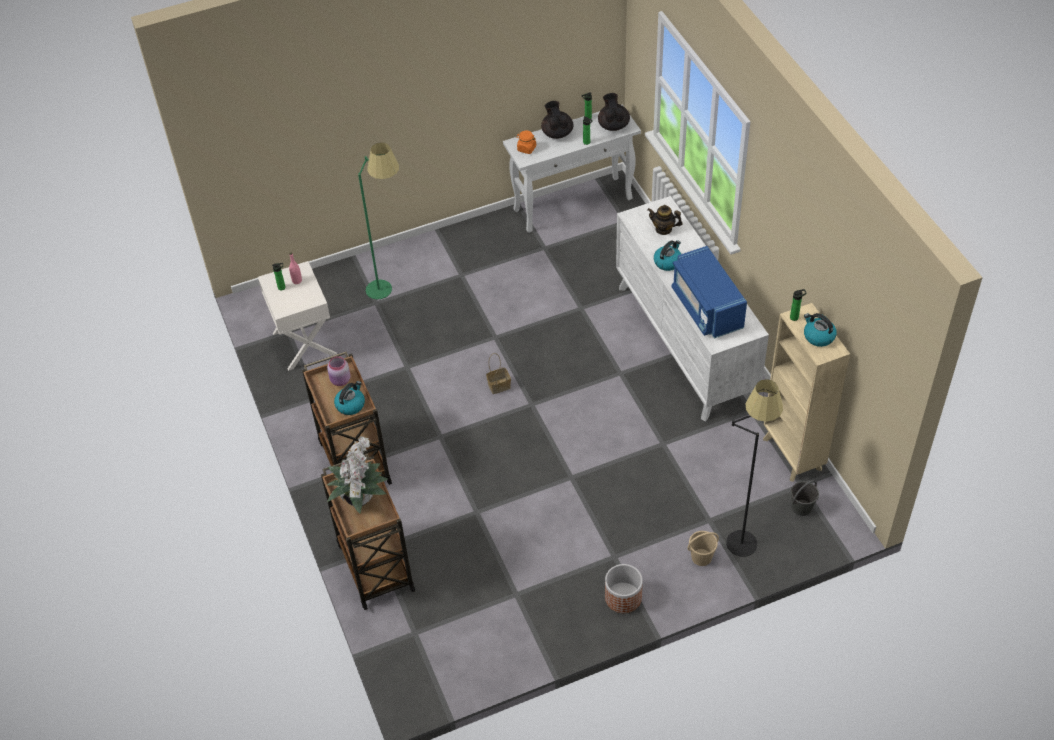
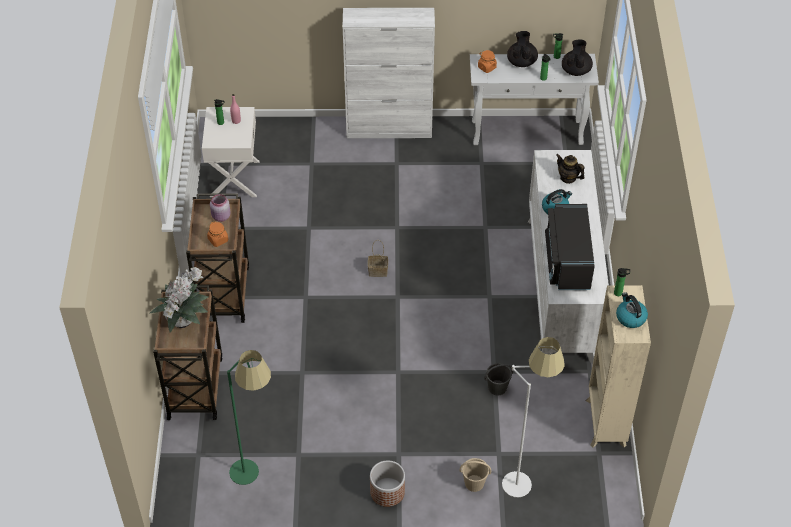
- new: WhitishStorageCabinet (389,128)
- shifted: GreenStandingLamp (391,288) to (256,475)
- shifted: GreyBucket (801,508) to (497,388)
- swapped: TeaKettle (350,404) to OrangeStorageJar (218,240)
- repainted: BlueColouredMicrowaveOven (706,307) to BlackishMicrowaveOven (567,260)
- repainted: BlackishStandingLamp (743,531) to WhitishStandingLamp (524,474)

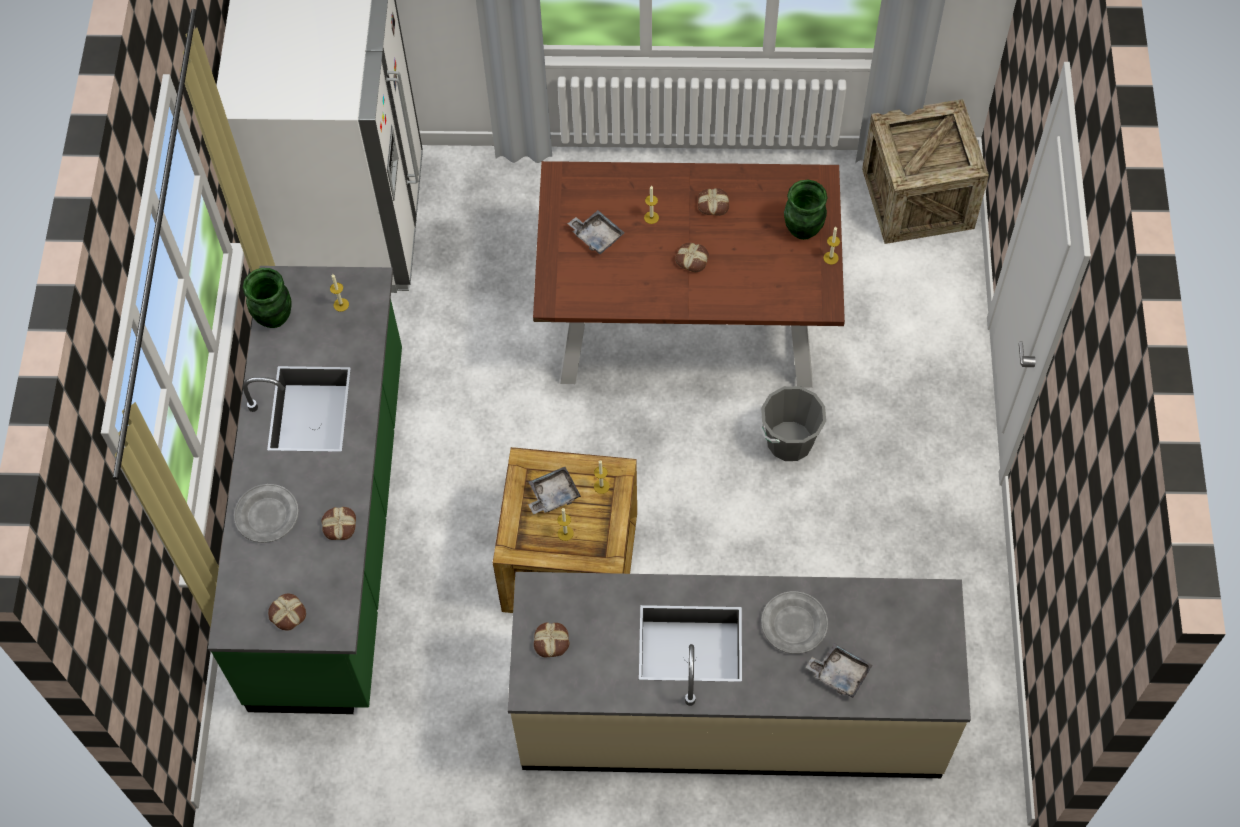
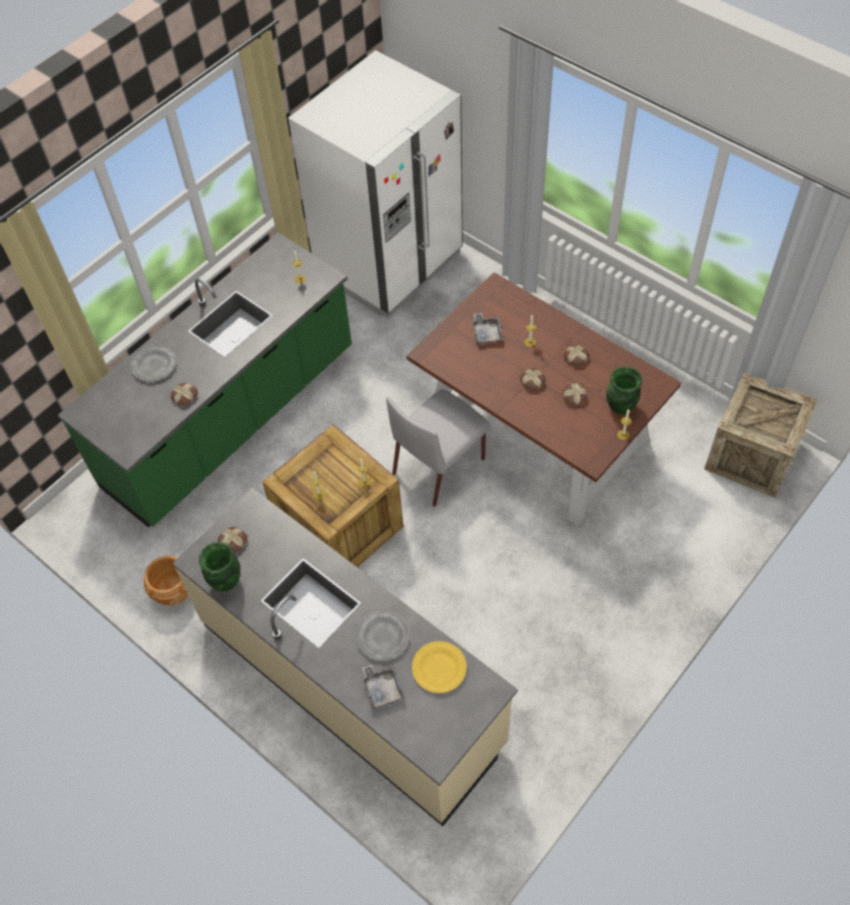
- gone: GreyCarryingTray (553,495)
- gone: GreyBucket (789,441)
- new: BrownColouredFlowerPot (173,591)
- new: GreyChair (439,465)
- new: YellowFlatDish (438,668)
- shifted: GreenVase (273,318) to (225,581)
- shifted: BakeryBread (287,614) to (574,396)

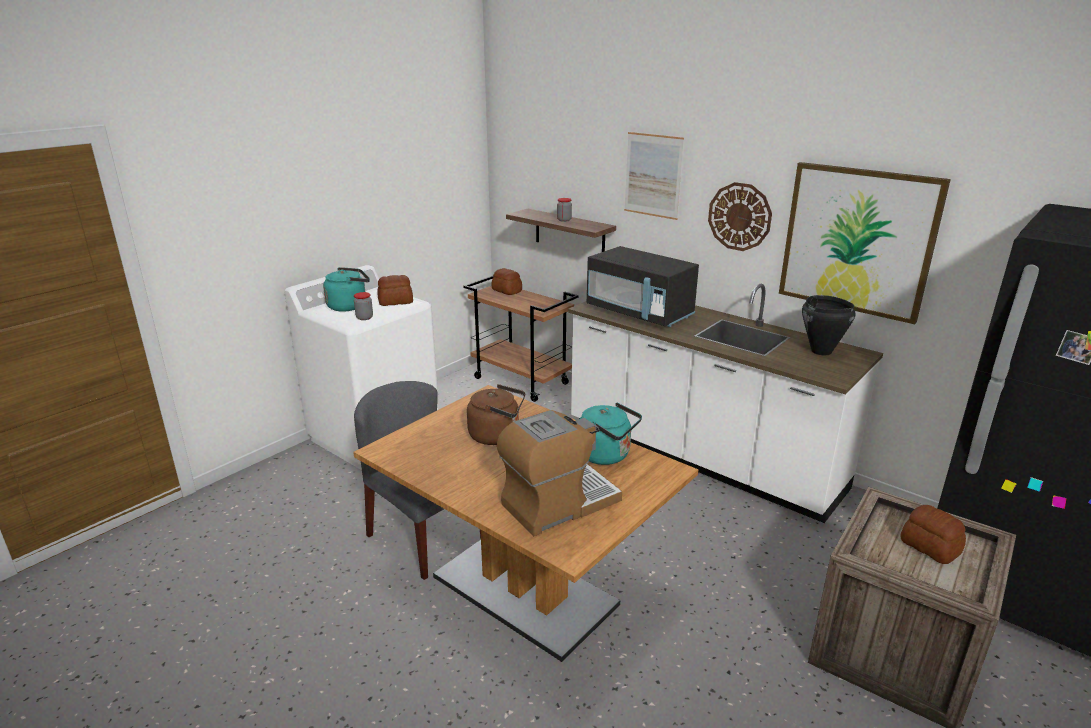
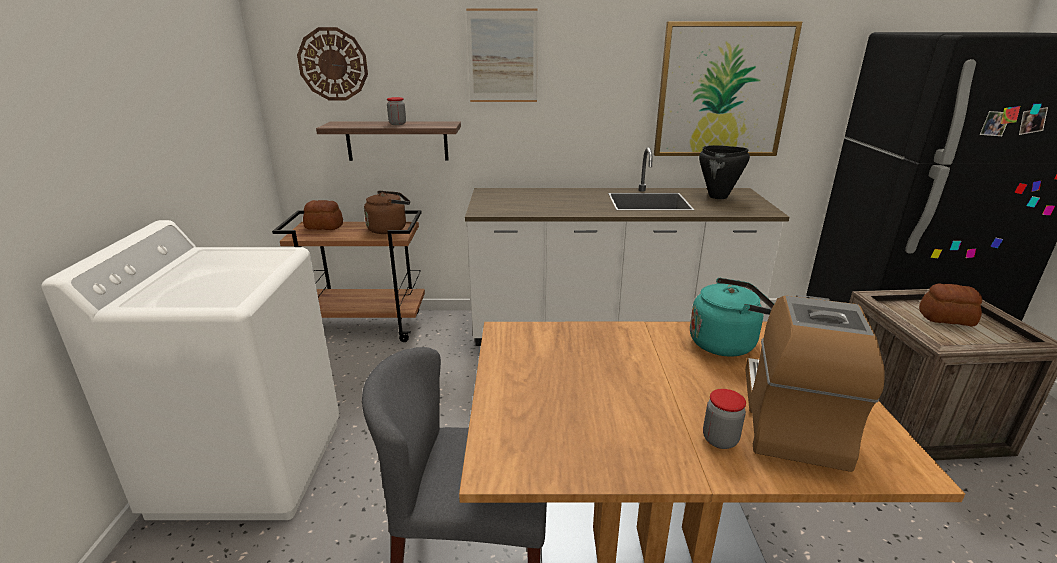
- gone: TurquoiseTeaKettle (349,306)
- gone: BakeryBread (395,301)
- gone: BlackishMicrowaveOven (639,313)
- shifted: StorageJar (364,318) to (720,440)
- shifted: BrownColouredTeaKettle (497,435) to (389,229)
- shifted: HangingClock (739,216) to (333,64)

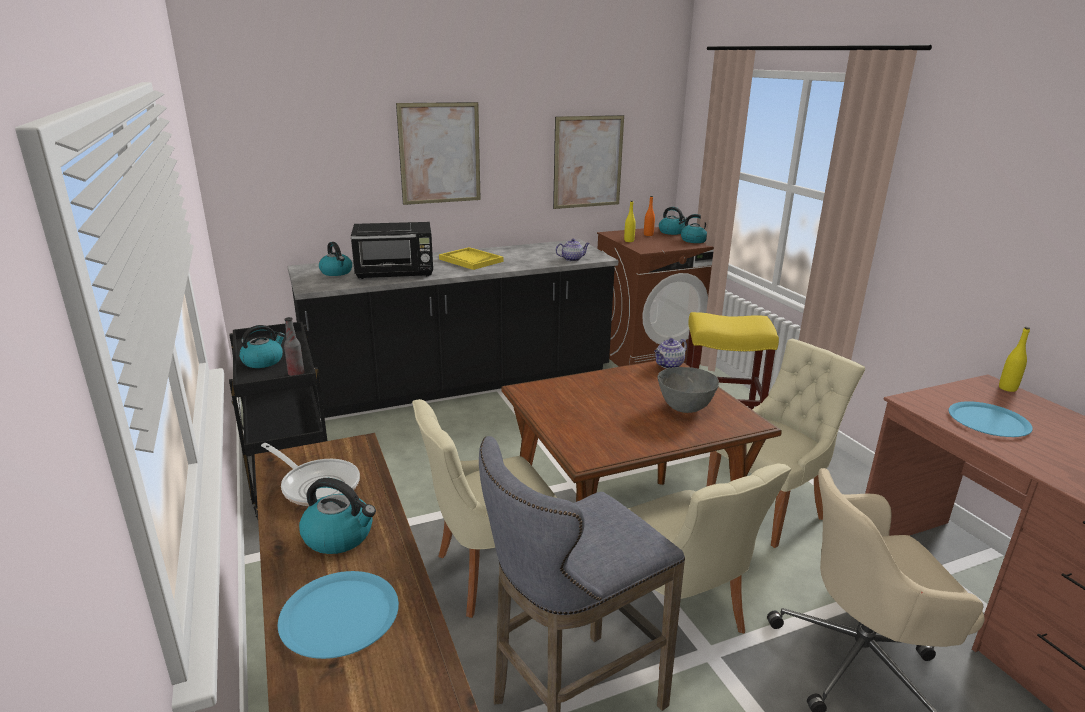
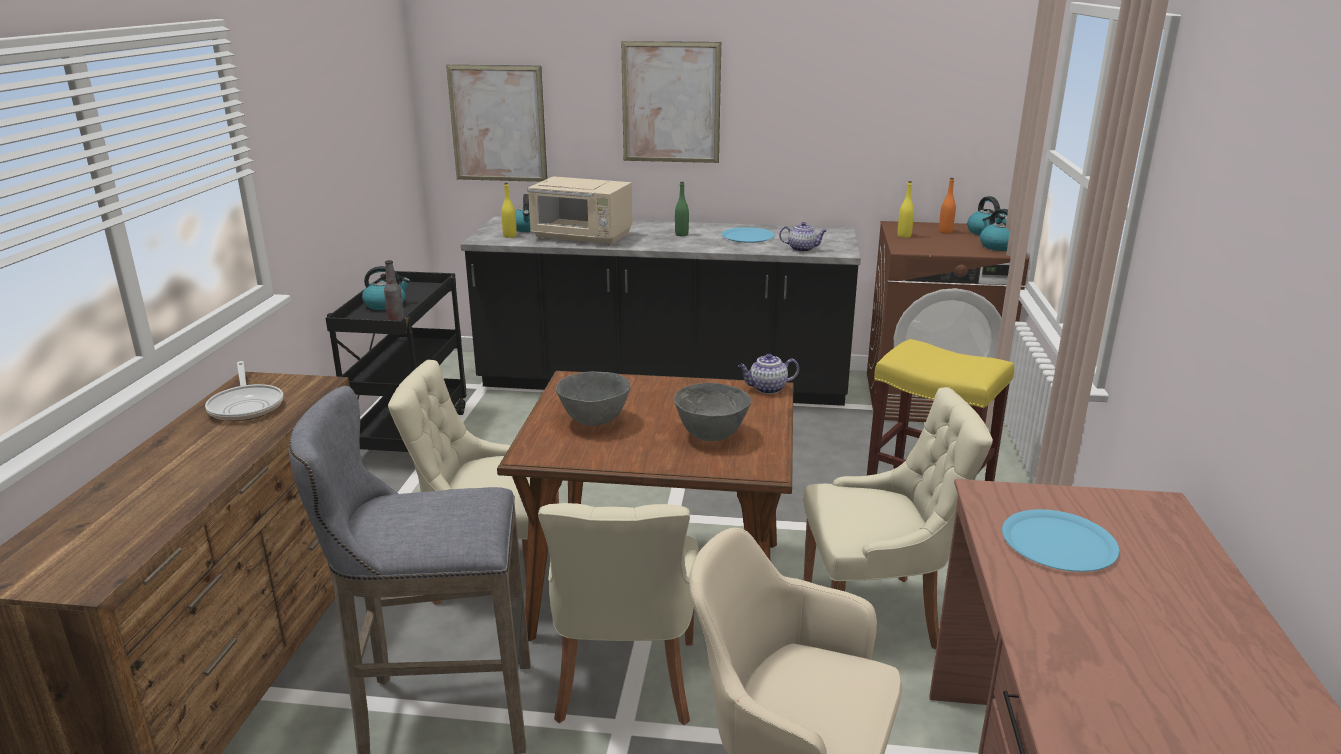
- gone: TeaKettle (339,536)
- new: GreyServingBowl (594,421)
- shifted: BlueColouredFlatDish (339,615) to (747,236)
- shifted: WallArt (588,162) to (498,124)
- shifted: YellowBeverageBottle (1007,388) to (510,236)
- swapped: YellowCarryingTray (470,260) to GreenBeverageBottle (681,234)
- repainted: BlackishMicrowaveOven (396,273) to BeigeMicrowaveOven (583,237)

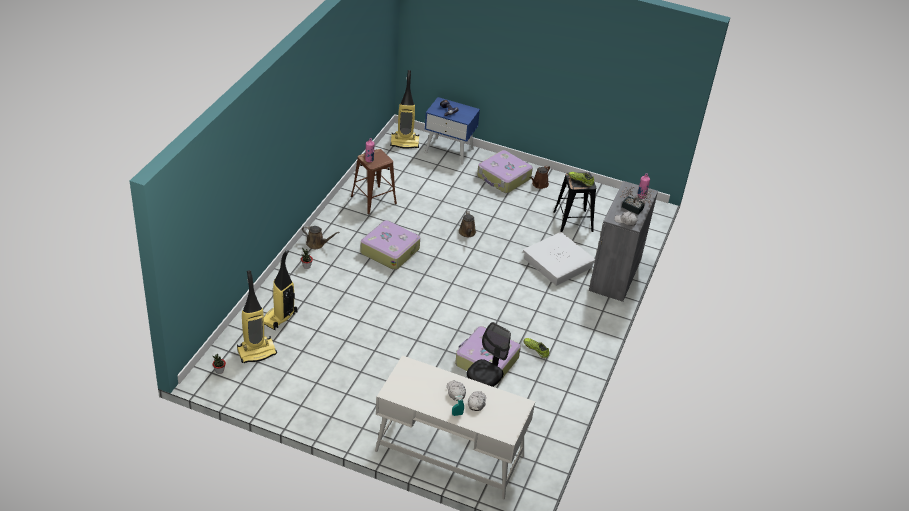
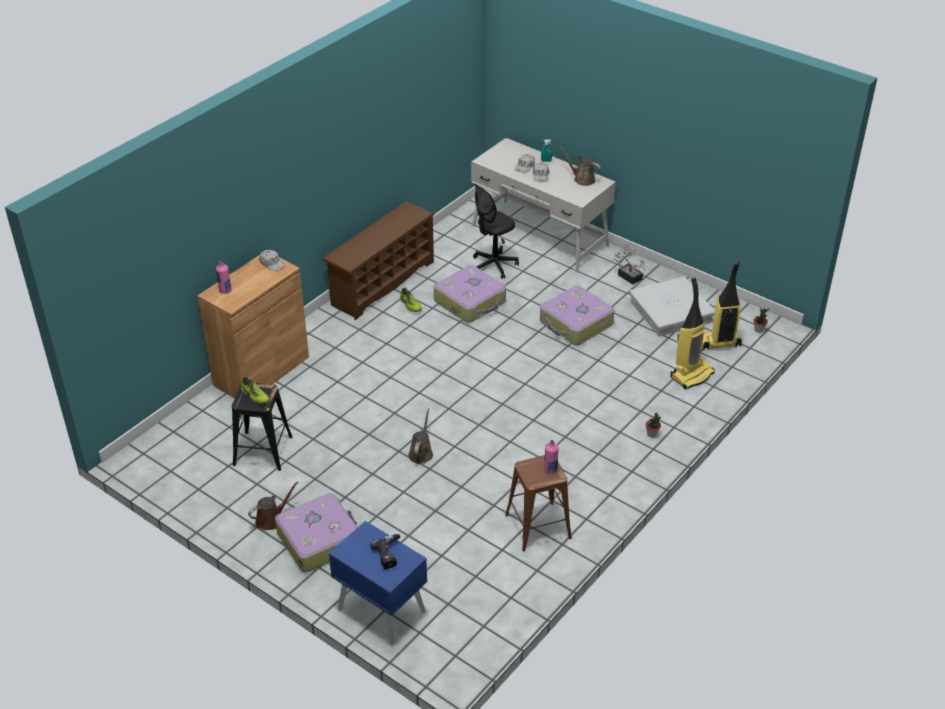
- gone: VacuumCleaner (405,142)
- new: BrownColouredShoeStand (382,283)
- shifted: BrownColouredWateringPot (317,244) to (582,179)
- shifted: PieceOfLuggage (390,250) to (576,324)
- shifted: WhitishStorageContainer (557,263) to (670,312)
- shifted: PottedPlant (634,209) to (628,275)
- repainted: GreyStorageCabinet (615,274) to BrownColouredStorageCabinet (261,371)

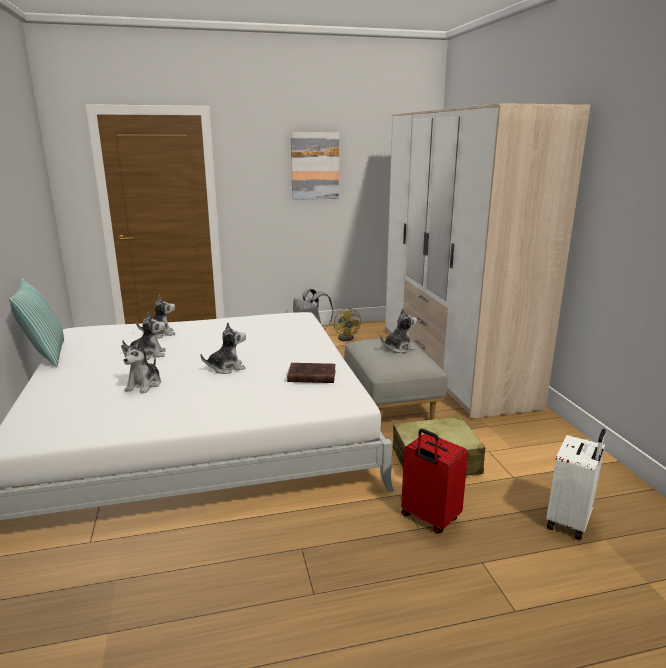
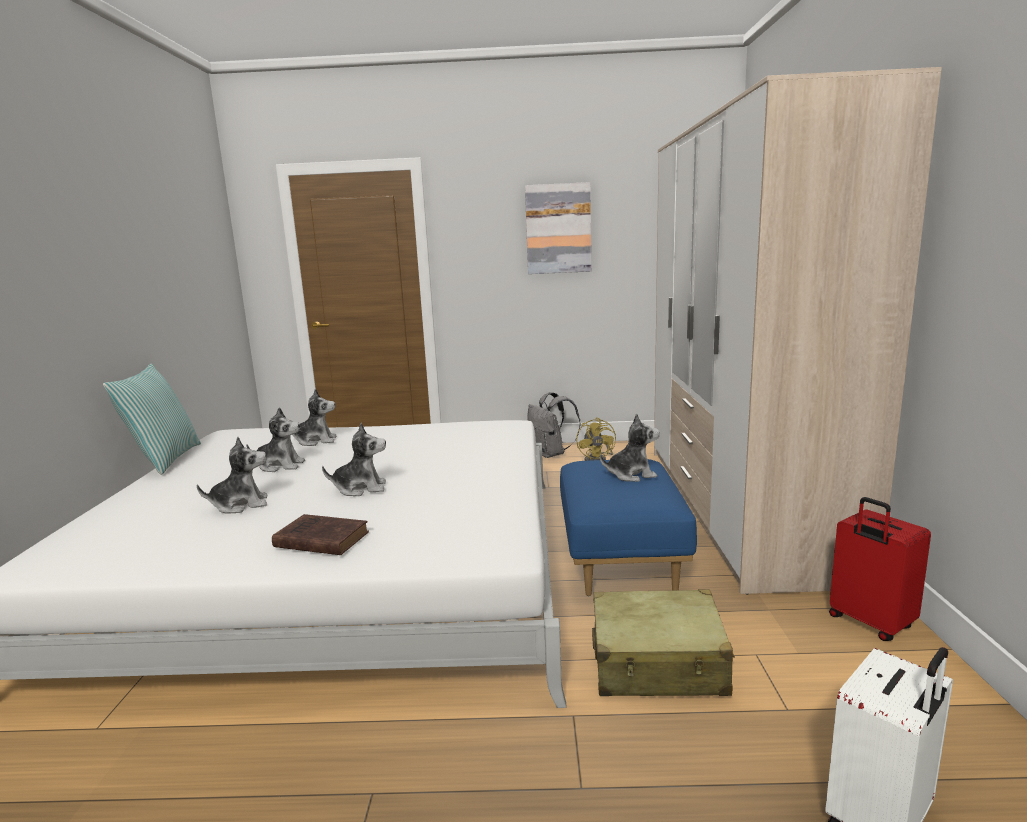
- shifted: BrownColouredVolume (310,376) to (319,539)
- shifted: RedColouredPieceOfLuggage (429,518) to (869,623)
- repainted: GreyOttoman (390,404) to BlueColouredOttoman (619,560)
- rotated: CuddlyToy (144,385) = (240,505) 135 degrees counterclockwise

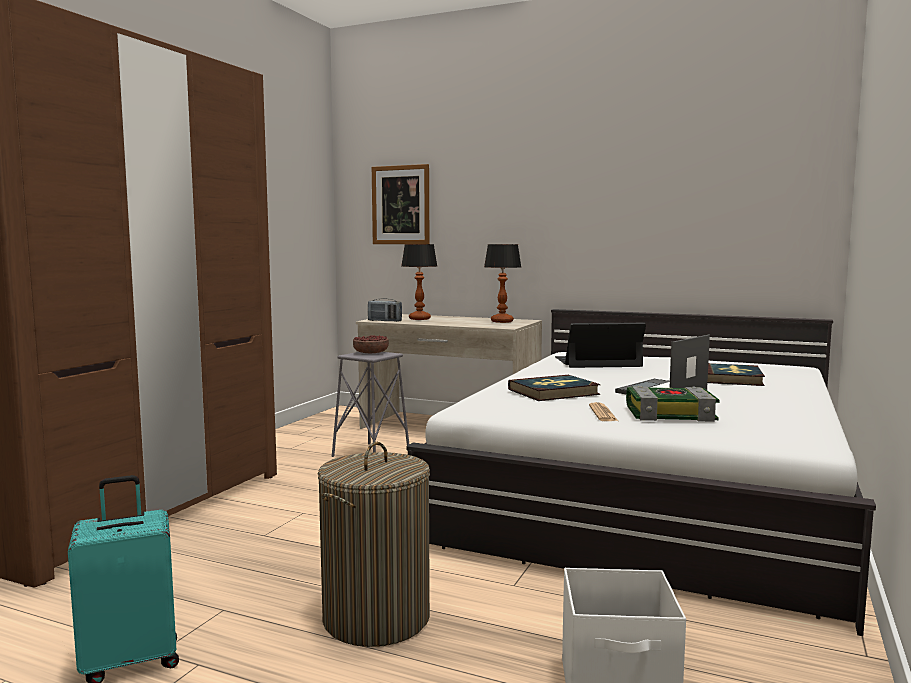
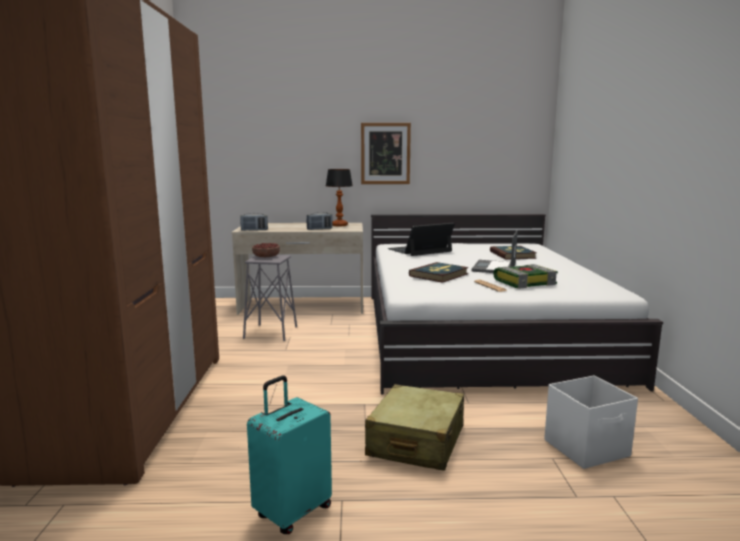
- gone: TabletopLamp (420,319)
- new: Radio (319,229)
- shifted: WallArt (400,205) to (385,153)
- swapped: Hamper (376,618) to BeigePieceOfLuggage (416,442)

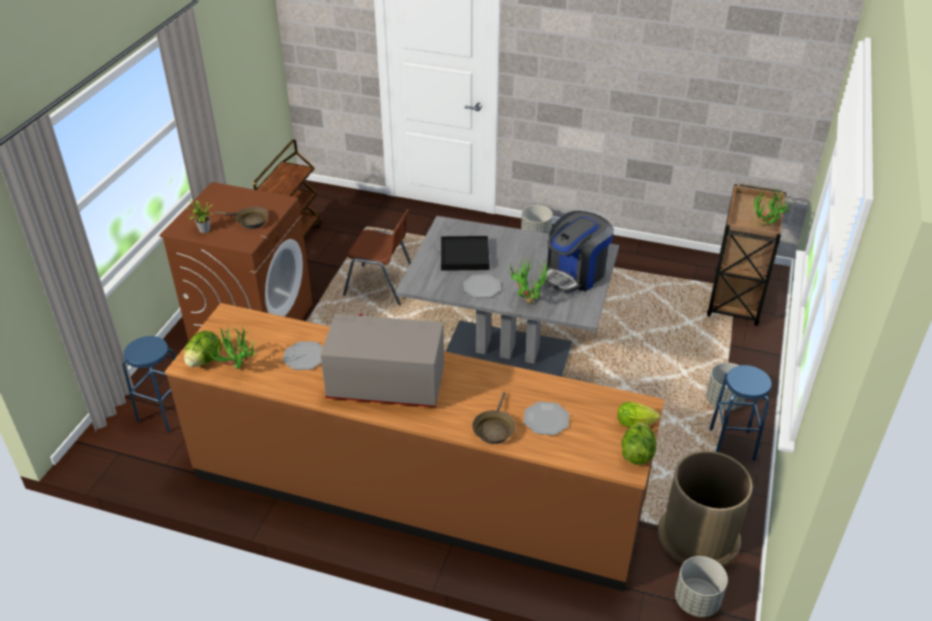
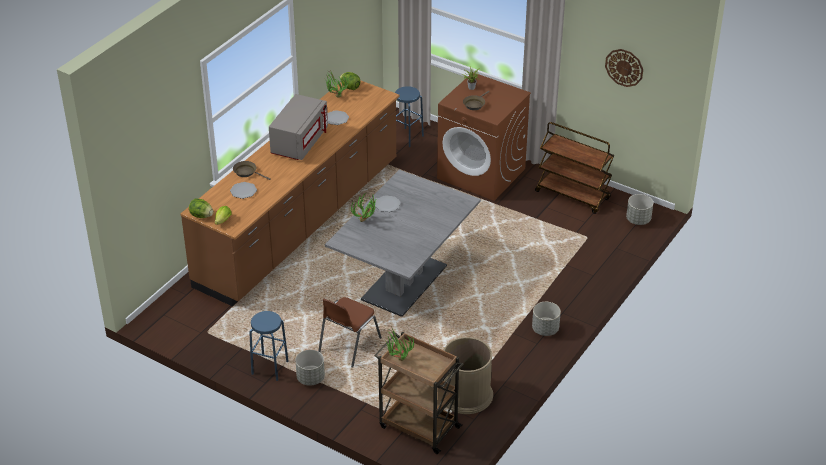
- gone: BlackishCarryingTray (464,256)
- gone: CoffeeBrewer (575,274)
- new: HangingClock (624,67)
- shifted: BrownColouredChair (381,286) to (348,345)
- shifted: BrownColouredWasteBin (699,535) to (466,394)
- shifted: GreyFlowerPot (696,601) to (638,220)

